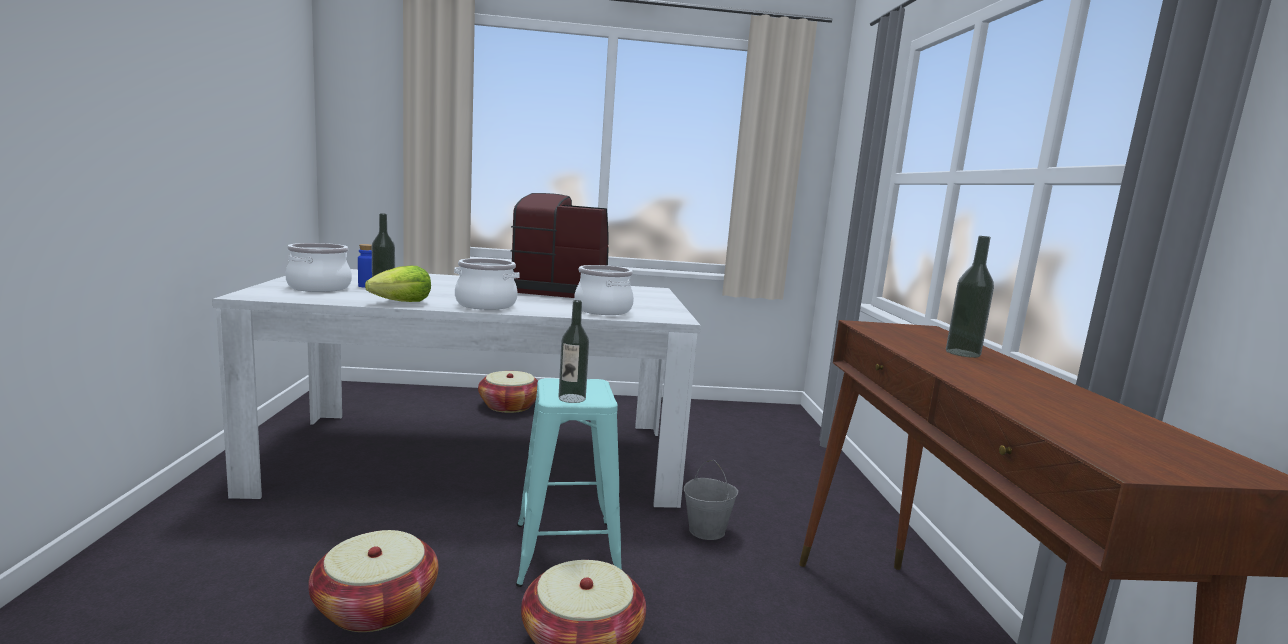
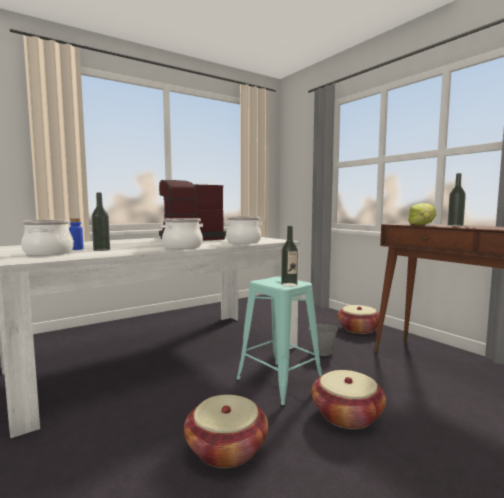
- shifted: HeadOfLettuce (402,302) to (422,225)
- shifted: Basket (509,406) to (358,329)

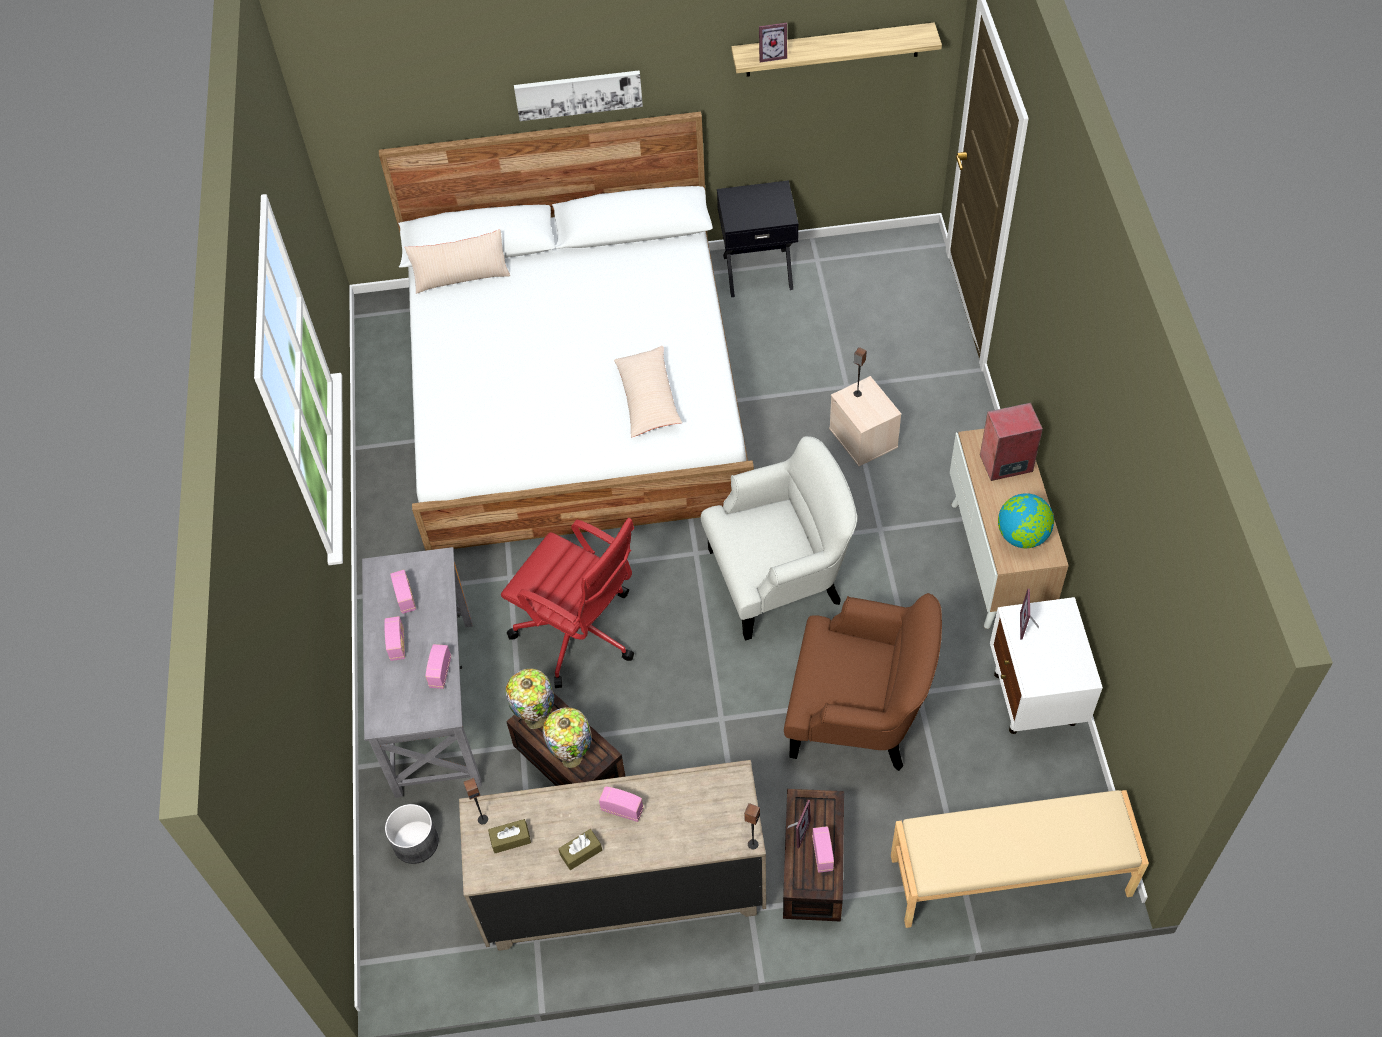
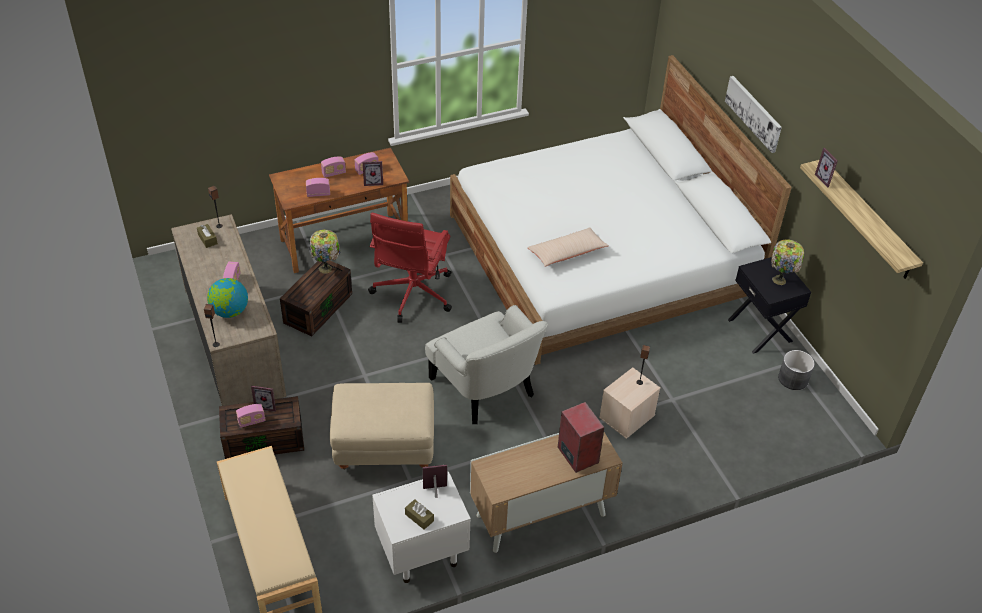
- gone: BeigeThrowPillow (461,276)
- new: StandingFrame (373,182)
- shifted: GreyFlowerPot (415,842) to (793,378)
- shifted: TabletopLamp (572,756) to (780,280)
- shifted: BrownColouredBoxOfTissues (581,852) to (419,517)
- shifted: DeskGlobe (1022,536) to (230,311)
- swapped: BrownColouredArmchair (859,714) to BeigeOttoman (384,448)
- repainted: GreyDeskUnit (434,706) to BrownColouredDeskUnit (344,242)

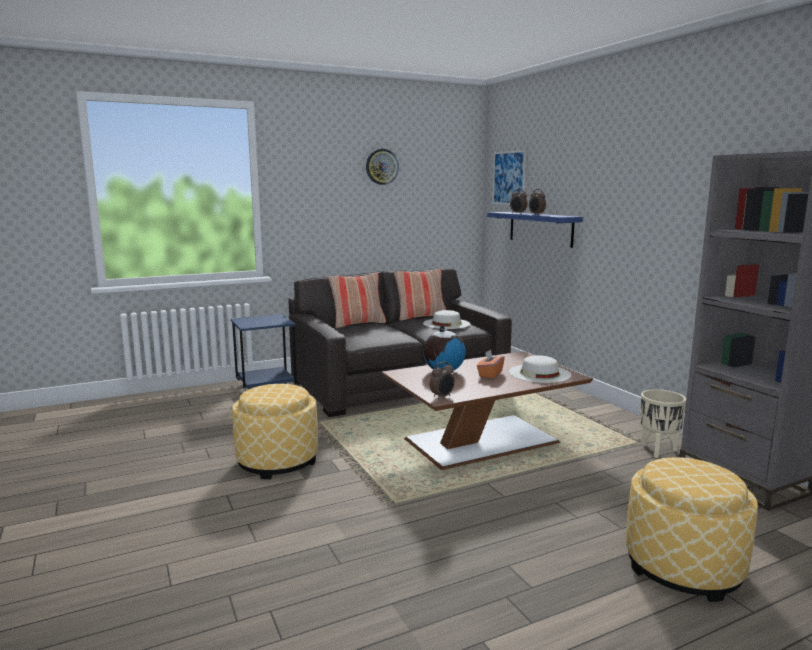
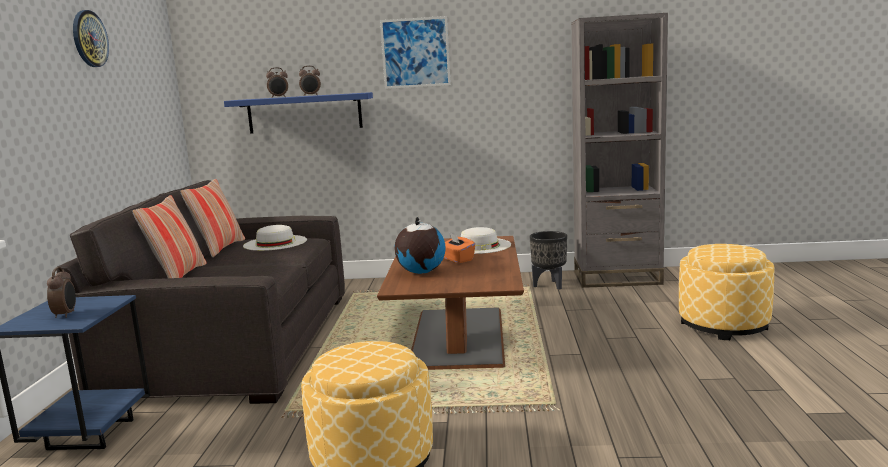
- shifted: AlarmClock (442,396) to (66,314)
- shifted: WallArt (509,178) to (415,52)
- repainted: BeigeFlowerPot (658,450) to BlackishFlowerPot (549,285)

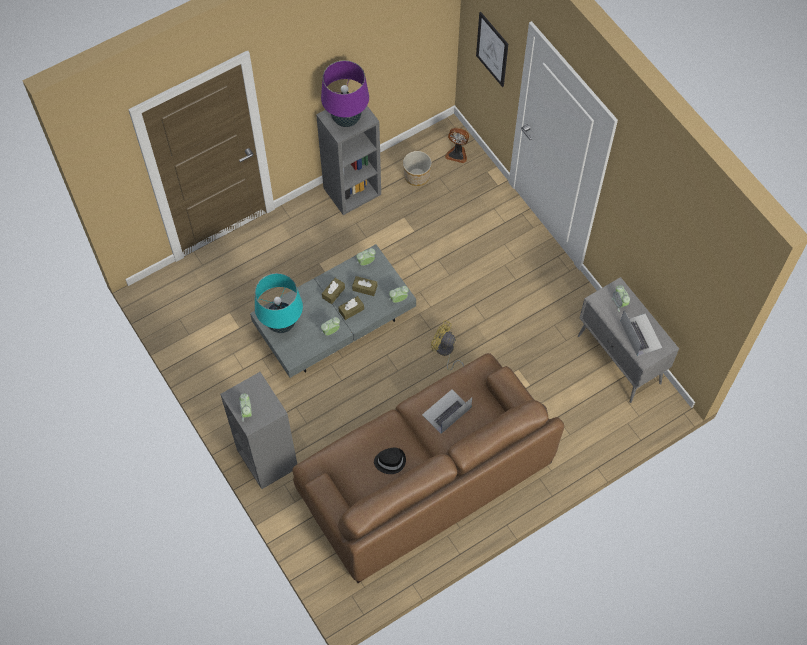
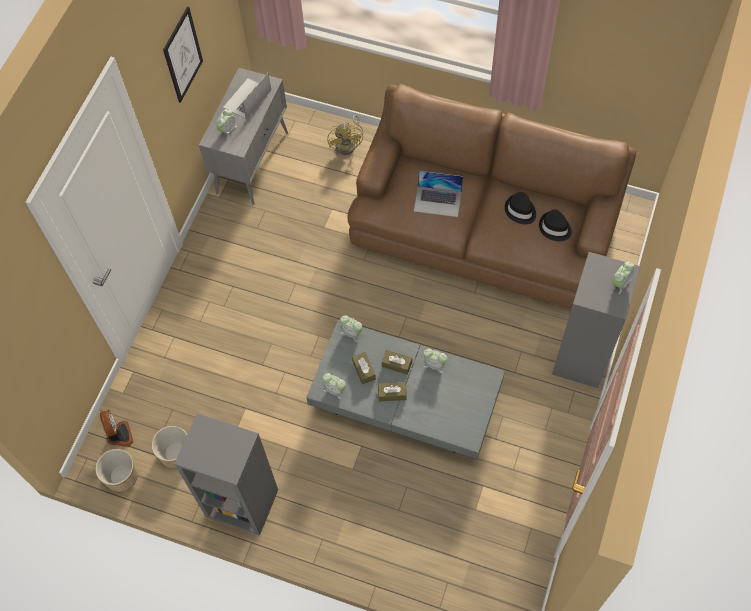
- gone: TurquoiseTabletopLamp (281,323)
- gone: PurplishTabletopLamp (346,119)
- new: FlowerPot (121,477)
- new: BlackishWearableHat (554,228)
- shifted: YellowCoolingFan (445,352) to (348,144)
- shifted: WallArt (492,49) to (183,55)

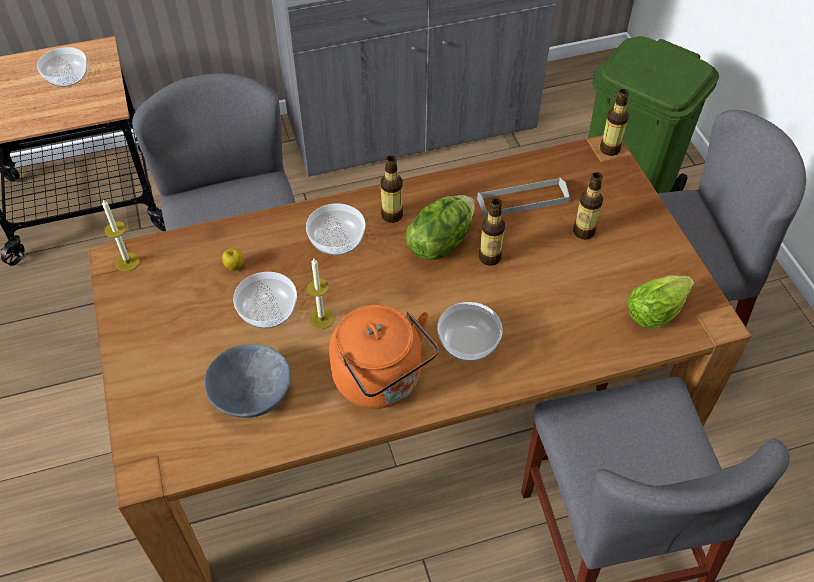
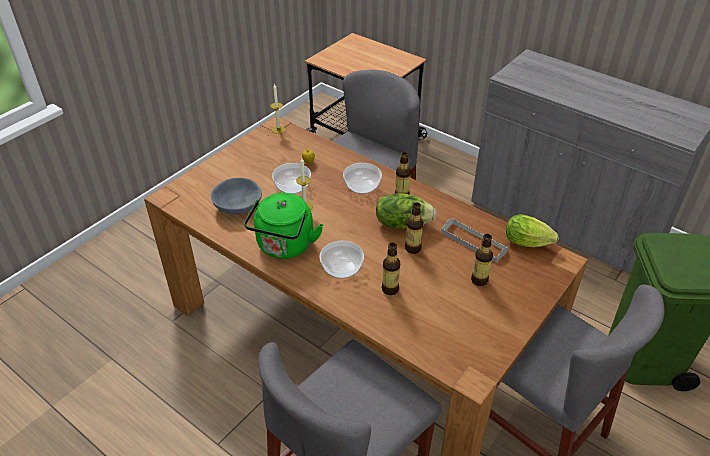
- gone: ServingBowl (67,77)
- shifted: BeverageBottle (609,149) to (390,289)
- shifted: HeadOfLettuce (658,310) to (529,243)
- repainted: OrangeTeaKettle (382,381) to GreenTeaKettle (284,247)

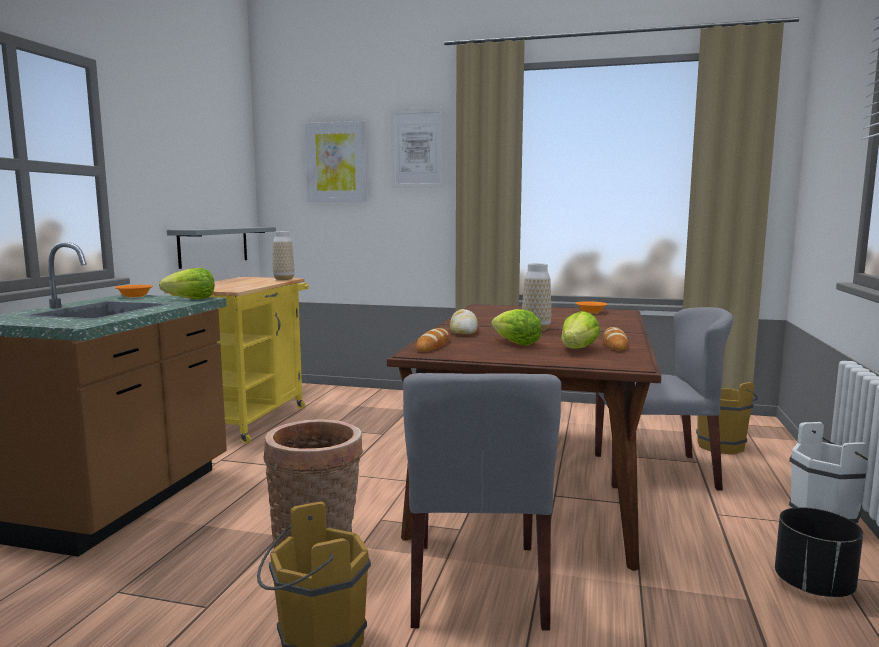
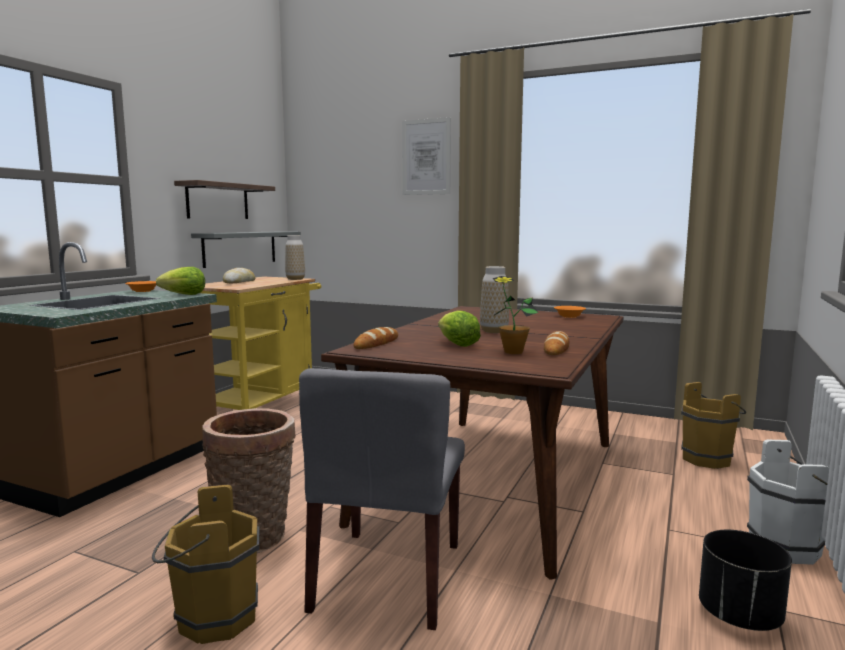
- gone: WallArt (336,162)
- gone: GreyChair (655,471)
- new: Shelf (218,201)
- shifted: BakeryBread (463,330) to (239,282)
- swapped: HeadOfLettuce (578,349) to PottedPlant (513,352)

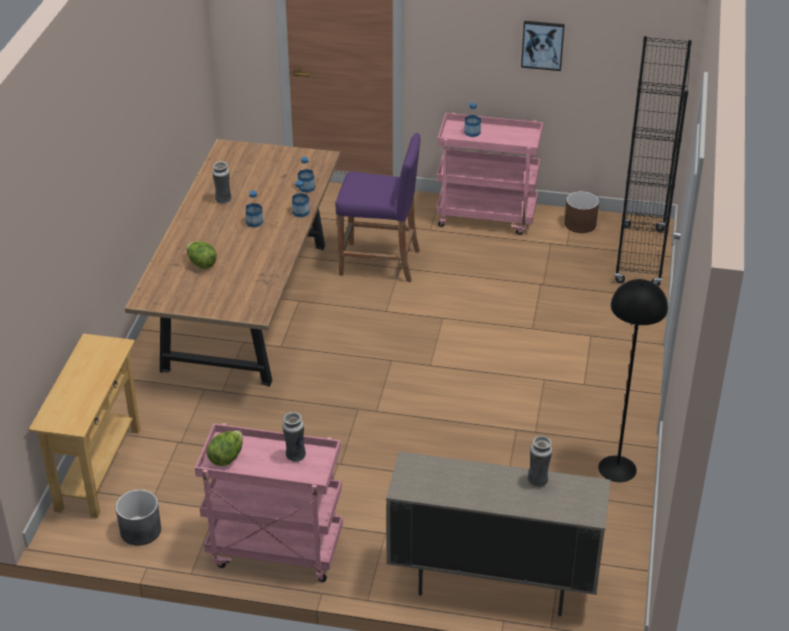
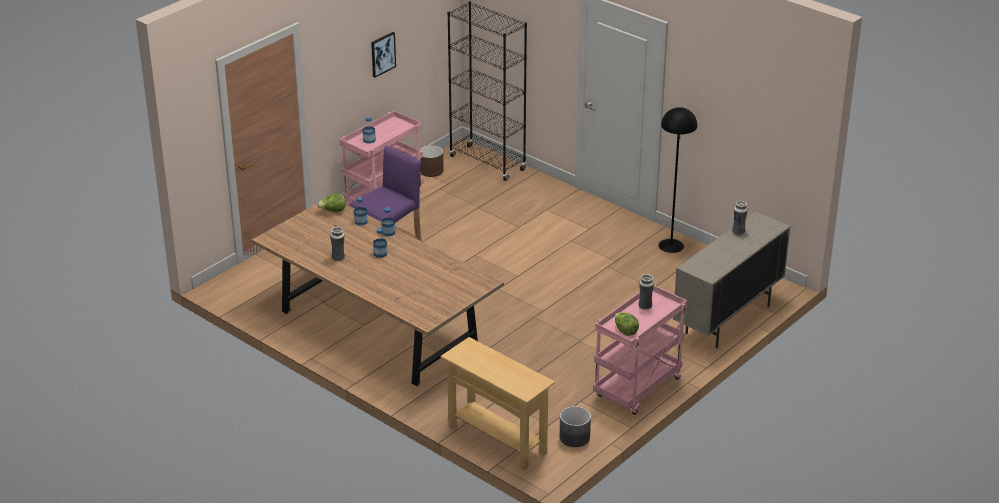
- shifted: HeadOfLettuce (201,264) to (333,211)

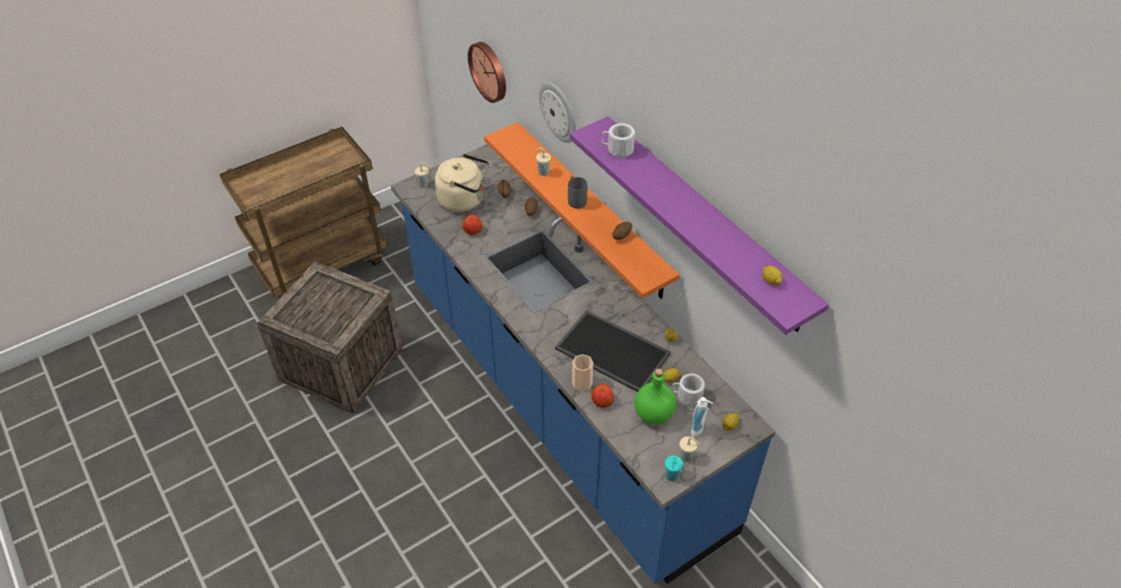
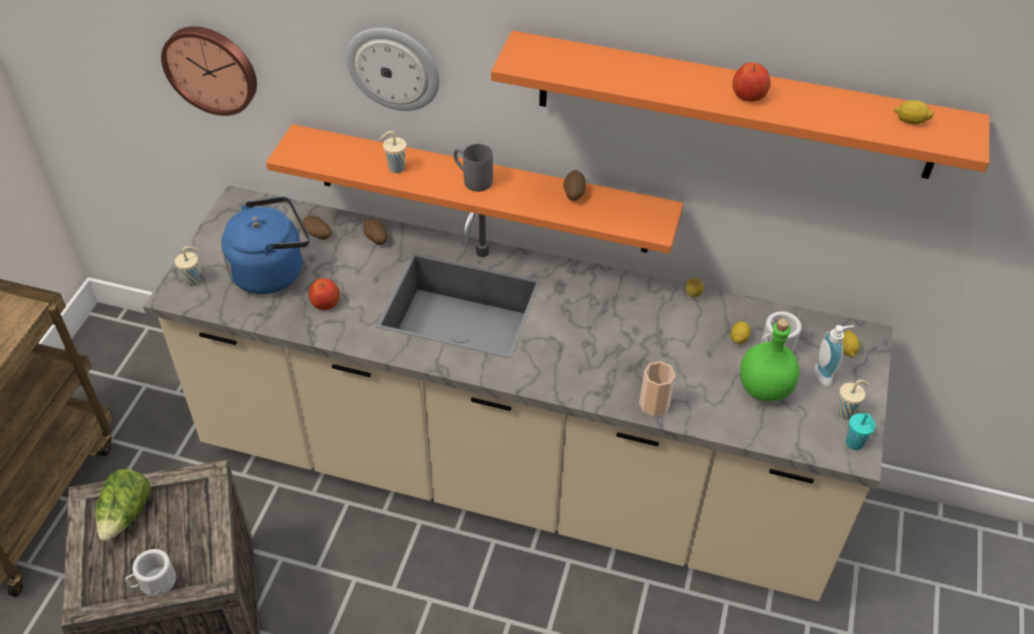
- gone: CarryingTray (614,350)
- new: HeadOfLettuce (126,514)
- shifted: AppleFruit (602,401) to (748,95)
- shifted: WhitishMug (617,149) to (153,582)
- repainted: BlueColouredKitchenBaseUnit (560,403) to BeigeKitchenBaseUnit (514,475)
- repainted: BeigeTeaKettle (464,200) to BlueColouredTeaKettle (272,270)
- repainted: PurplishShelf (704,222) to OrangeShelf (734,106)

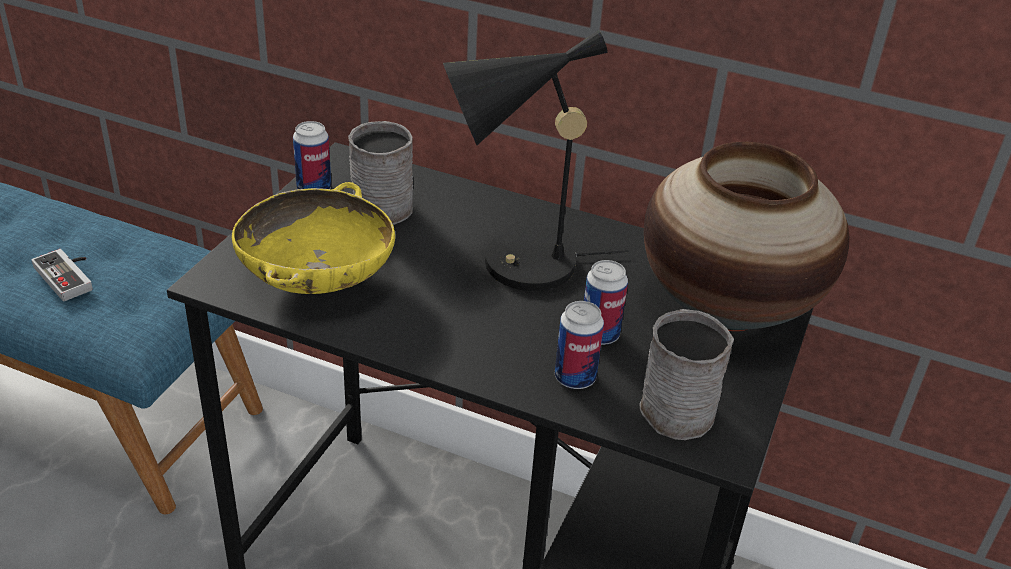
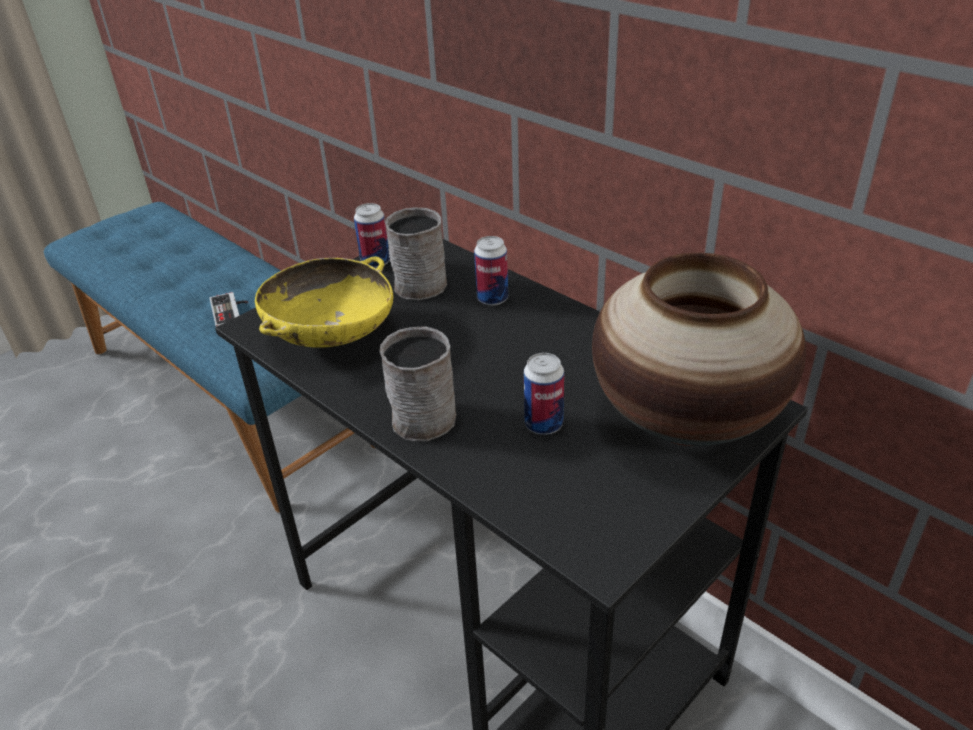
- gone: BlackishTabletopLamp (515,266)
- shifted: Can (575,378) to (492,299)
- shifted: GreyMug (671,404) to (424,411)

